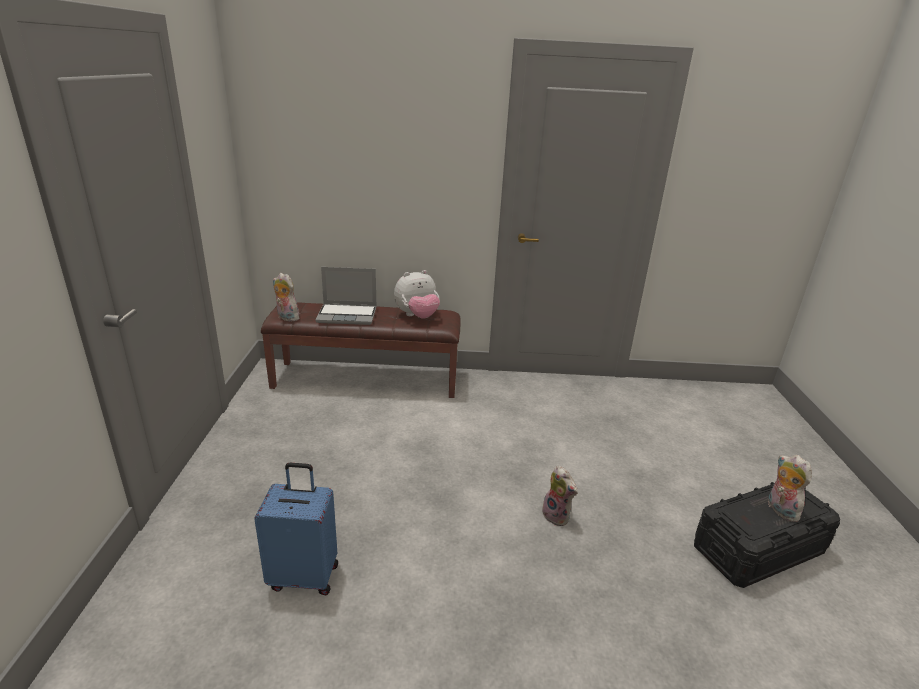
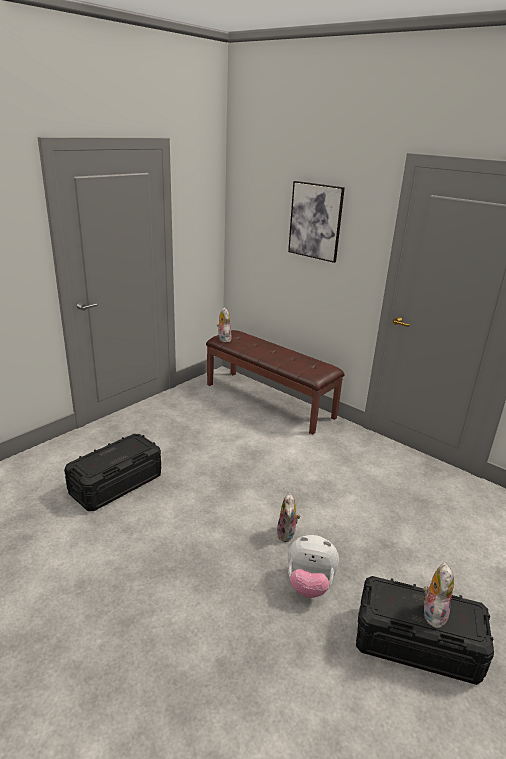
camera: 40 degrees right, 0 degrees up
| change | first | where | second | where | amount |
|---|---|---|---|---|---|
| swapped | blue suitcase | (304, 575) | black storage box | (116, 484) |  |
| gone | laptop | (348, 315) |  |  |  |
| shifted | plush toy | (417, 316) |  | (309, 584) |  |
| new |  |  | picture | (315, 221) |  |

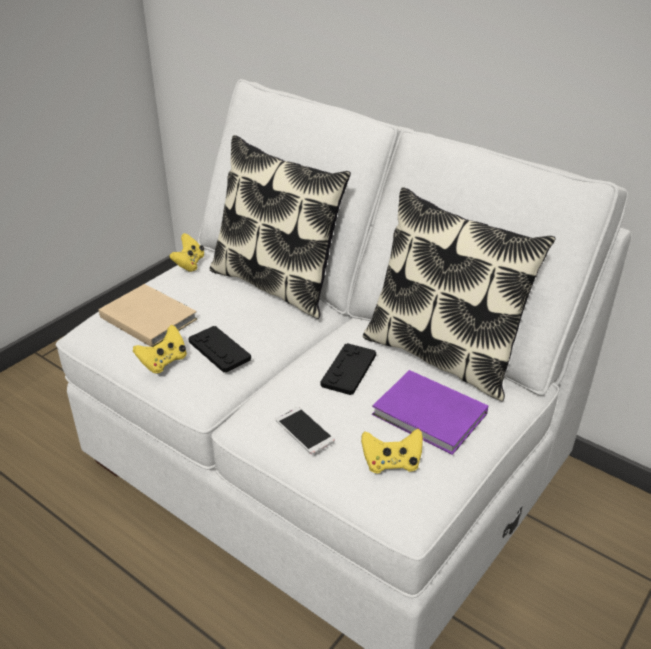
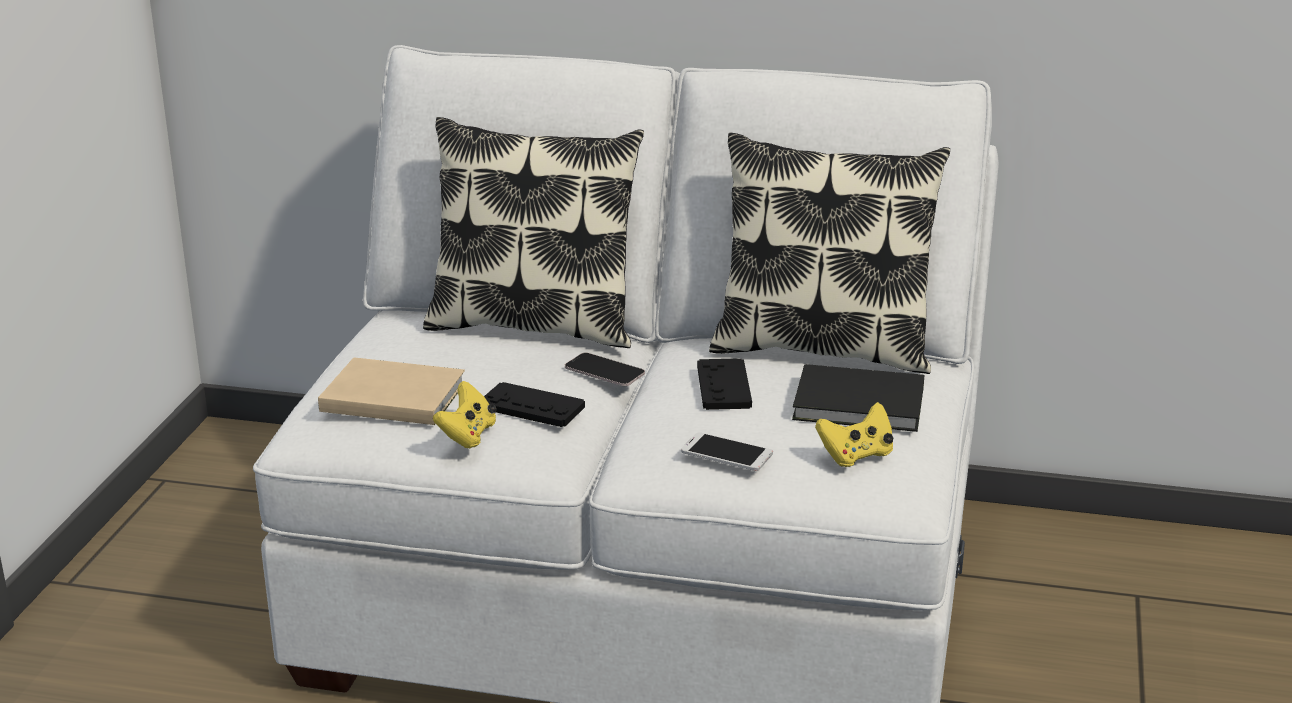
camera: 25 degrees left, 10 degrees down
| change | first | where | second | where | amount |
|---|---|---|---|---|---|
| gone | yellow game controller | (189, 264) |  |  |  |
| repainted | purple book | (431, 416) | black book | (862, 405) |  |
| new |  |  | phone | (604, 371) |  |

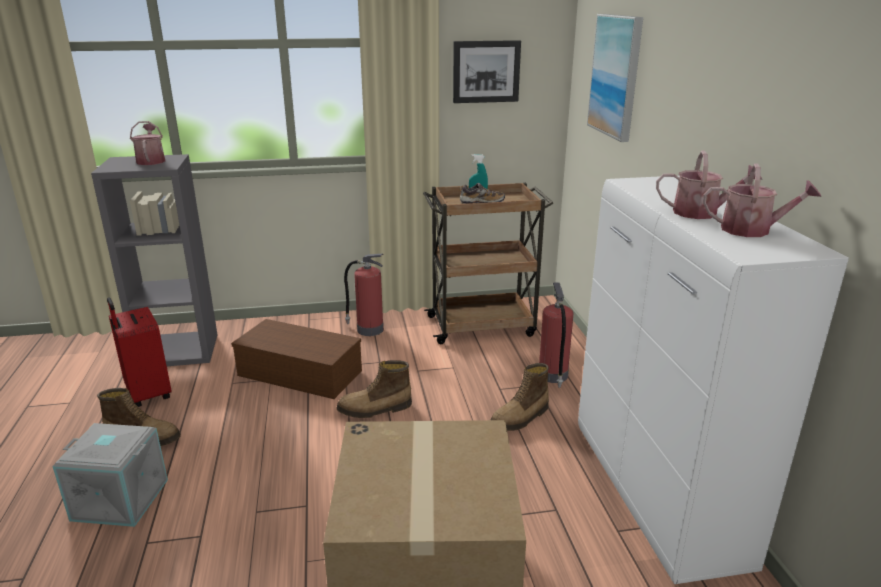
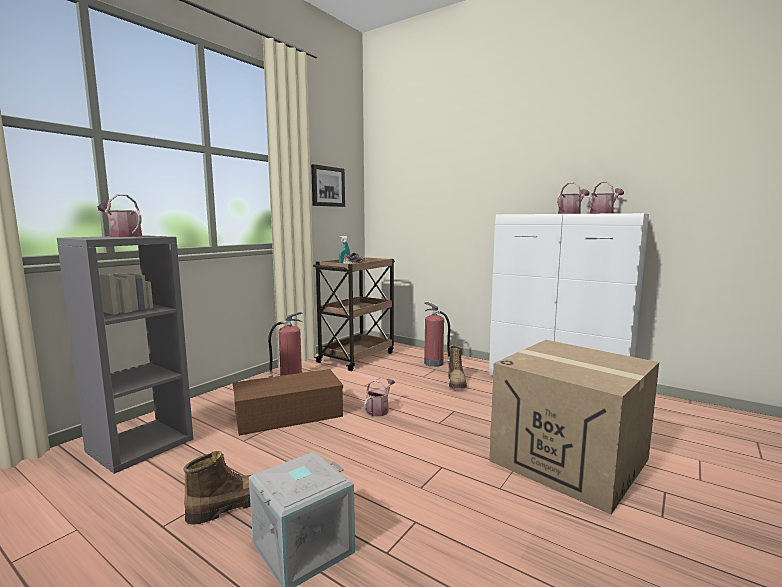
camera: 45 degrees left, 15 degrees down
| change | first | where | second | where | amount |
|---|---|---|---|---|---|
| gone | red suitcase | (147, 394) |  |  |  |
| swapped | boot | (375, 409) | watering can | (379, 410) |  |
| gone | picture | (616, 76) |  |  |  |

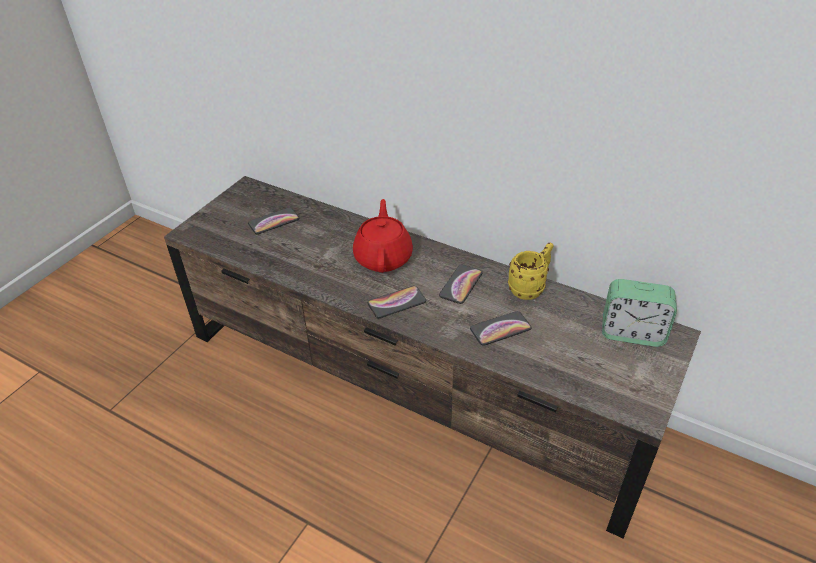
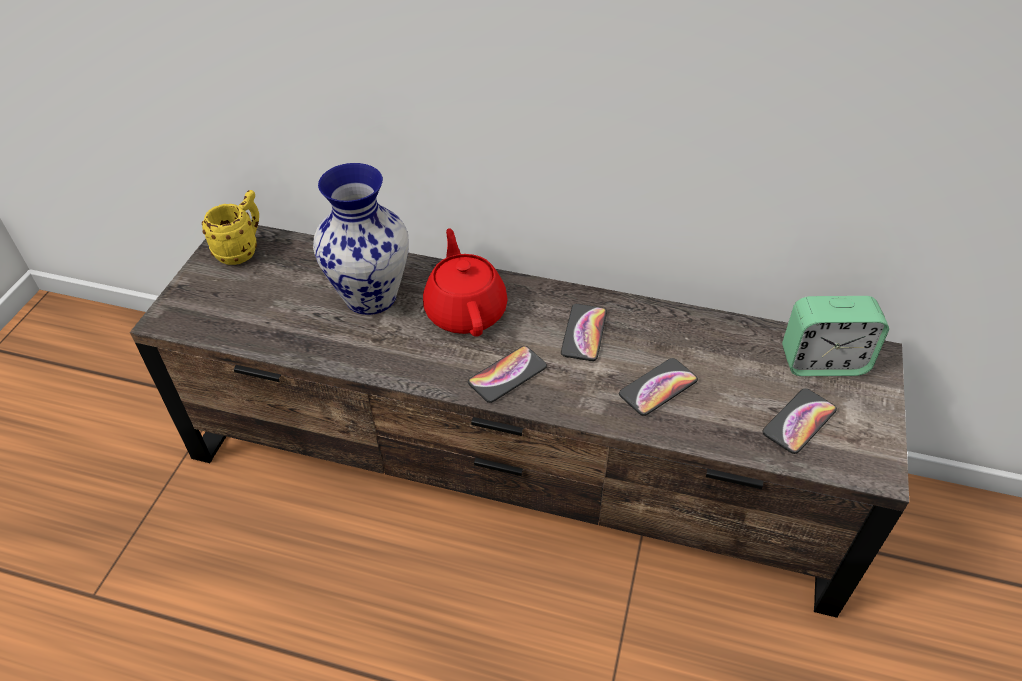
camera: 15 degrees left, 5 degrees up
| change | first | where | second | where | amount |
|---|---|---|---|---|---|
| shifted | phone | (274, 221) |  | (799, 421) |  |
| shifted | yellow mug | (530, 288) |  | (242, 250) |  |
| new |  |  | vase | (371, 297) |  |

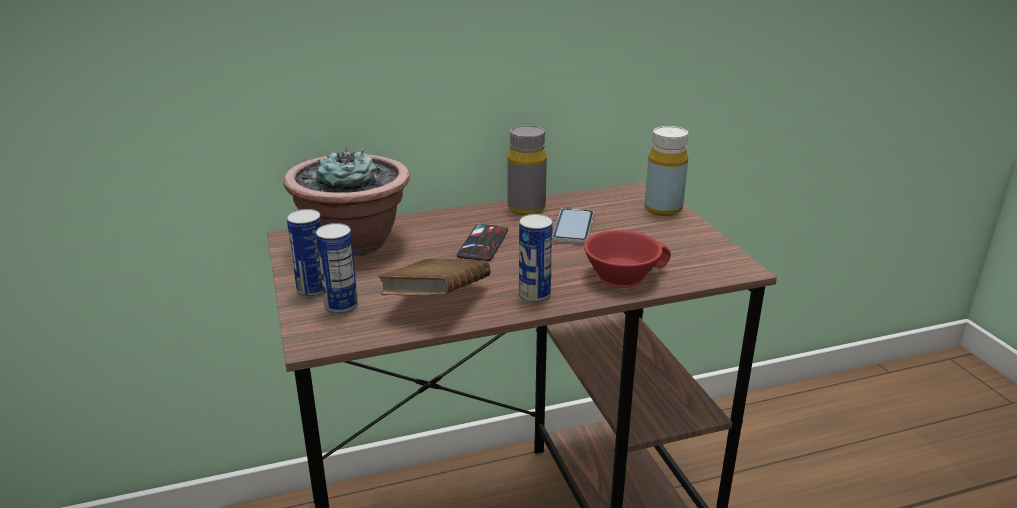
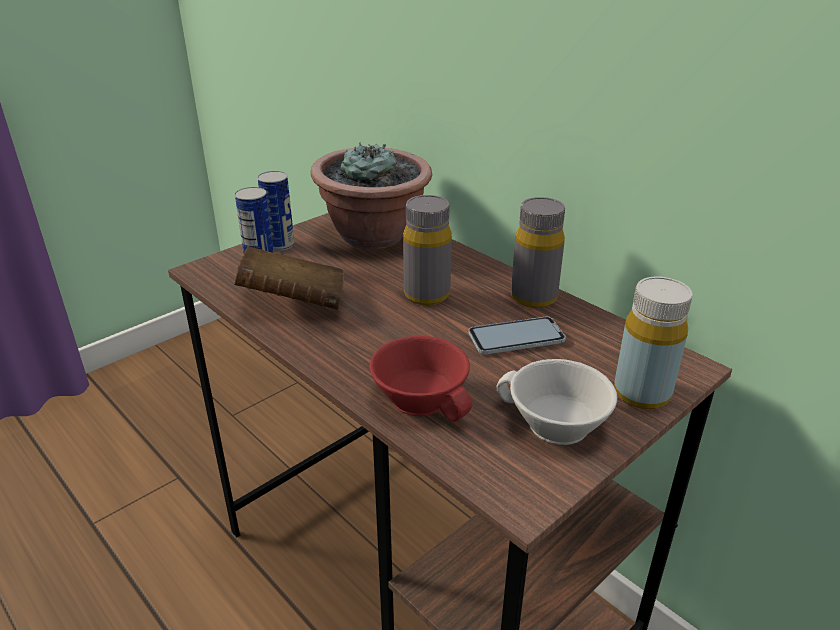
camera: 65 degrees right, 5 degrees up
| change | first | where | second | where | amount |
|---|---|---|---|---|---|
| swapped | phone | (483, 243) | grey bottle | (427, 294) |  |
| gone | can | (534, 296) |  |  |  |
| new |  |  | white cup | (553, 425) |  |

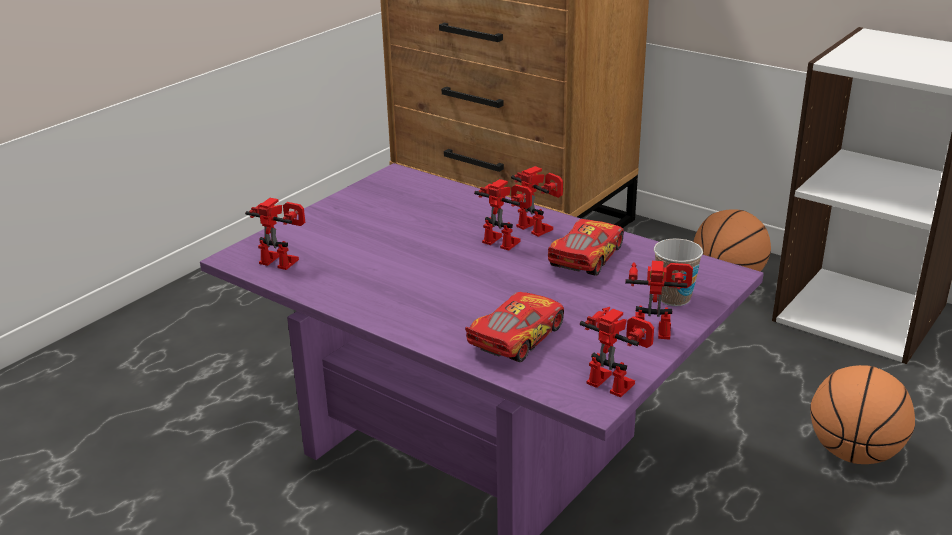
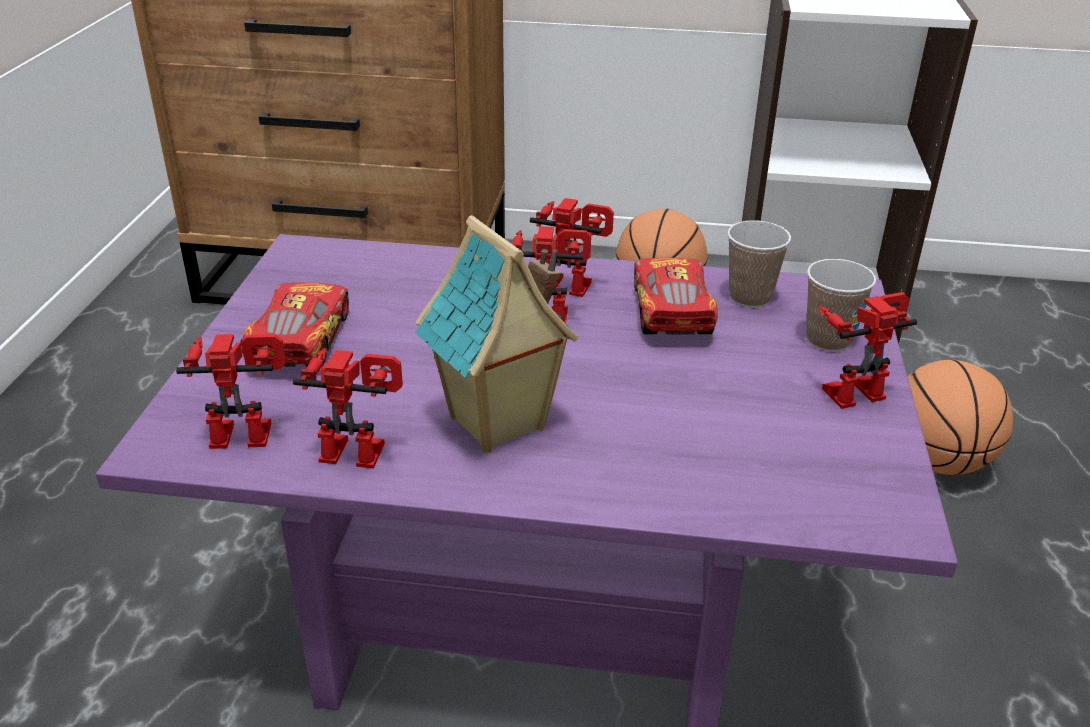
camera: 30 degrees left, 5 degrees up
| change | first | where | second | where | amount |
|---|---|---|---|---|---|
| shifted | toy car | (517, 338) |  | (300, 340) |  |
| shifted | toy robot | (616, 382) |  | (359, 448) |  |
| new |  |  | toy house | (498, 425) |  |
| new |  |  | cup | (750, 297) |  |

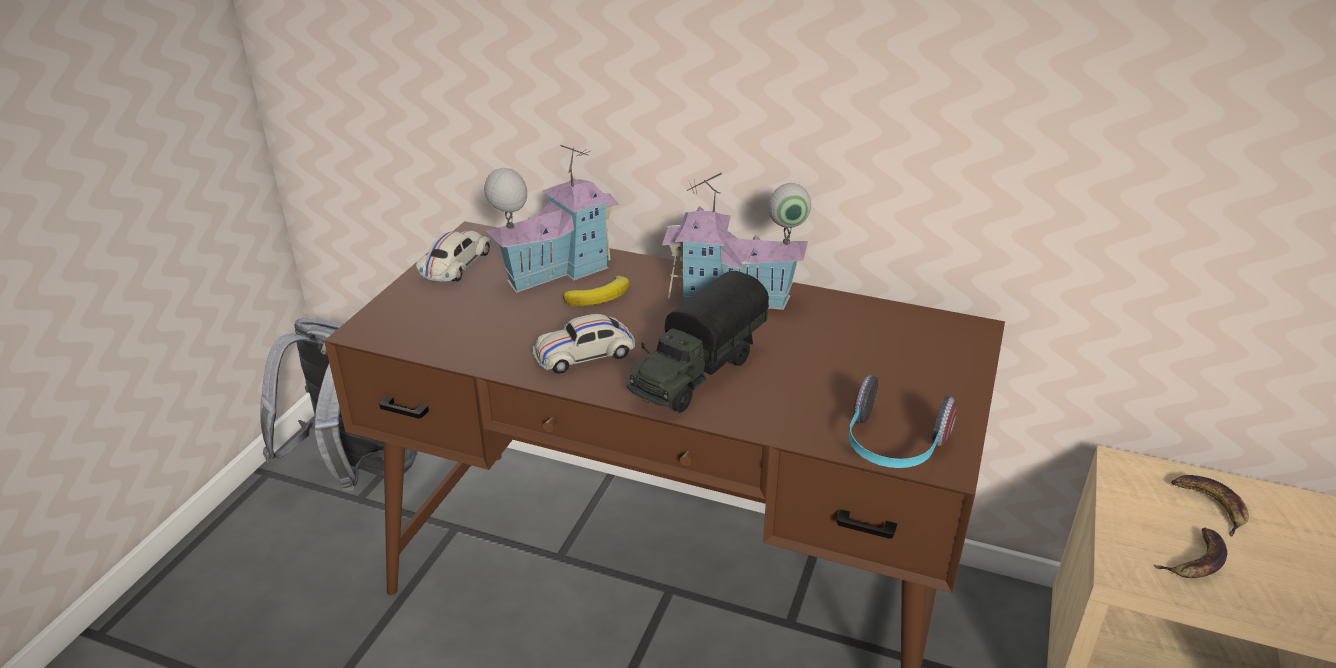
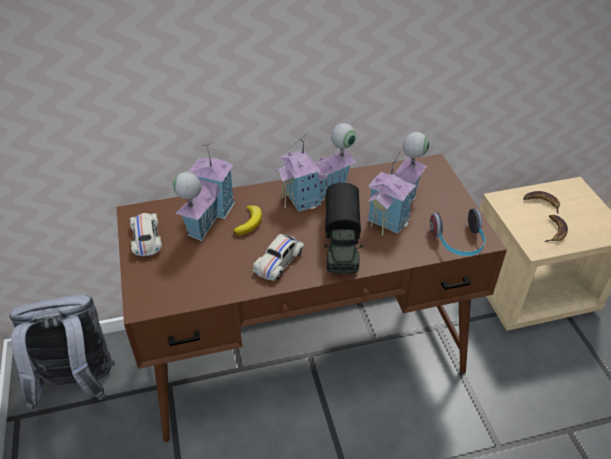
camera: 35 degrees left, 10 degrees up
| change | first | where | second | where | amount |
|---|---|---|---|---|---|
| new |  |  | toy house | (396, 211) |  |

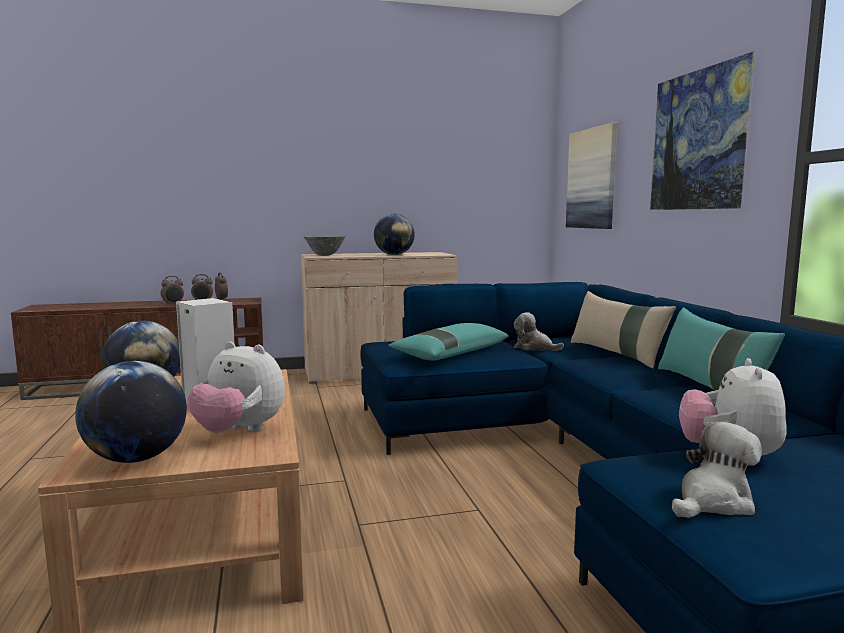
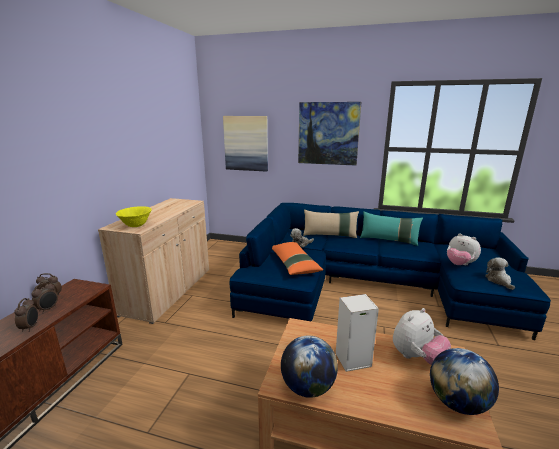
camera: 60 degrees left, 10 degrees up
| change | first | where | second | where | amount |
|---|---|---|---|---|---|
| repainted | grey bowl | (325, 255) | yellow bowl | (136, 226) |  |
| gone | globe | (394, 255) |  |  |  |
| repainted | turquoise pillow | (450, 353) | orange pillow | (293, 264) |  |

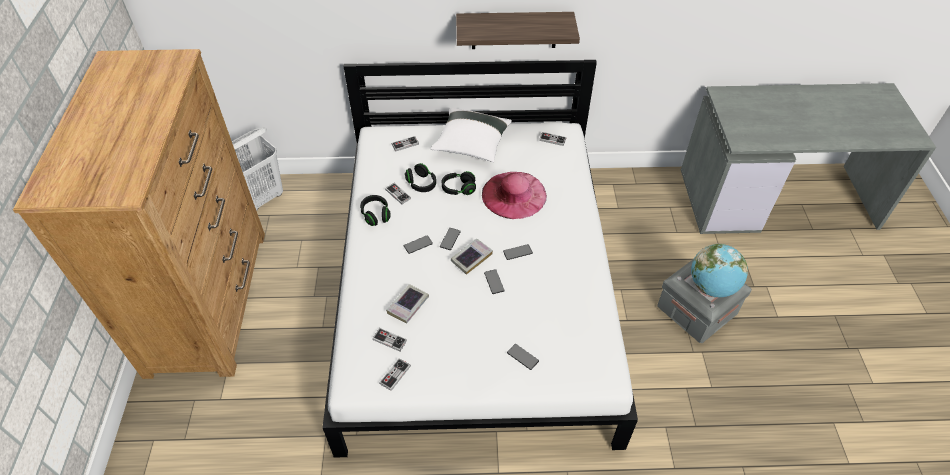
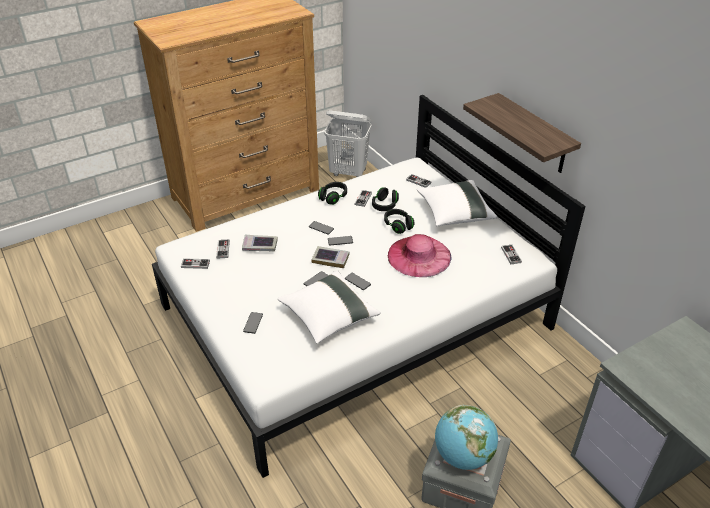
camera: 60 degrees right, 10 degrees down
| change | first | where | second | where | amount |
|---|---|---|---|---|---|
| new |  |  | white pillow | (328, 317) |  |

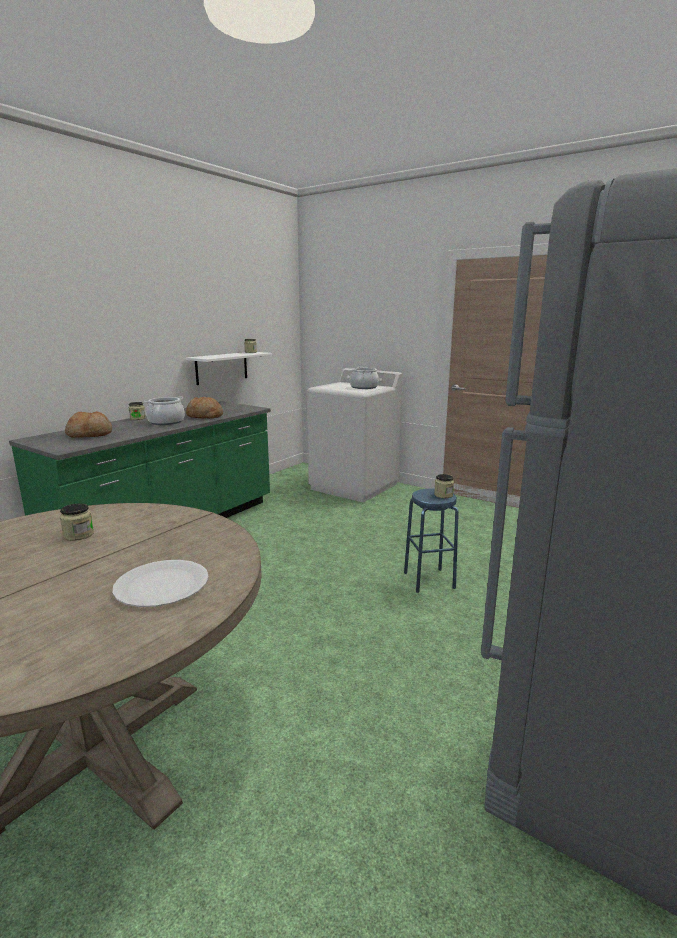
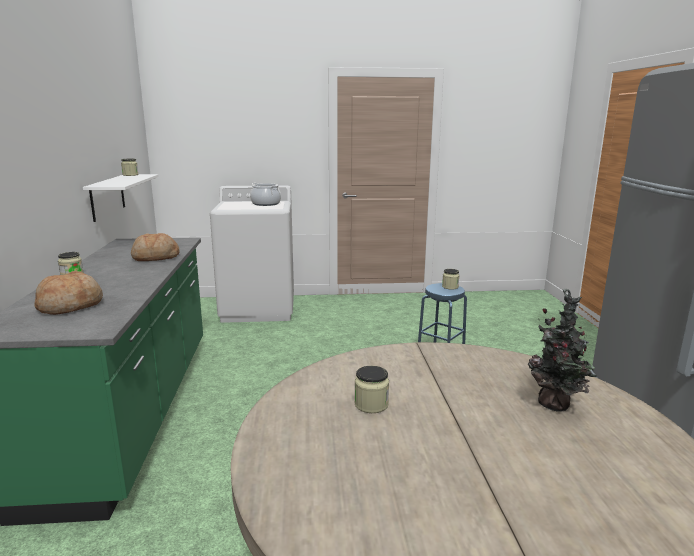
camera: 40 degrees left, 0 degrees up
| change | first | where | second | where | amount |
|---|---|---|---|---|---|
| swapped | white plate | (162, 585) | potted plant | (556, 406) |  |
| gone | cooking pot | (166, 422) |  |  |  |

